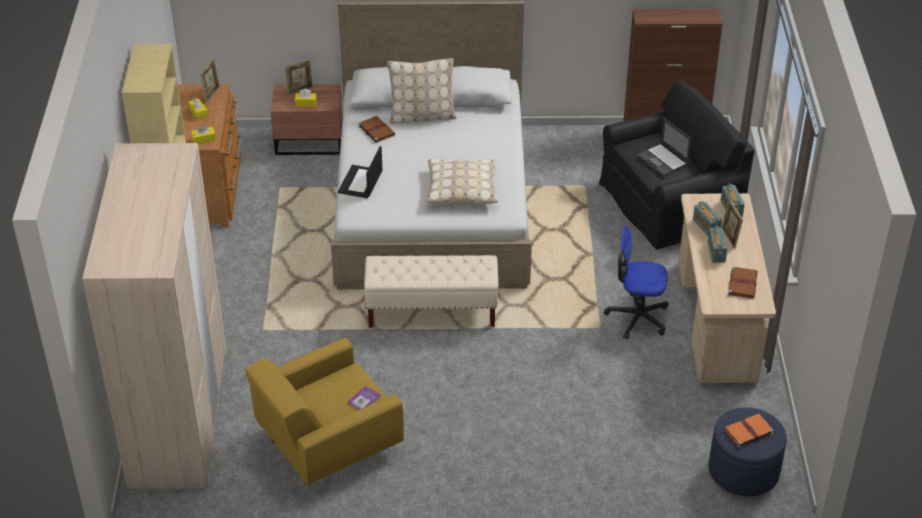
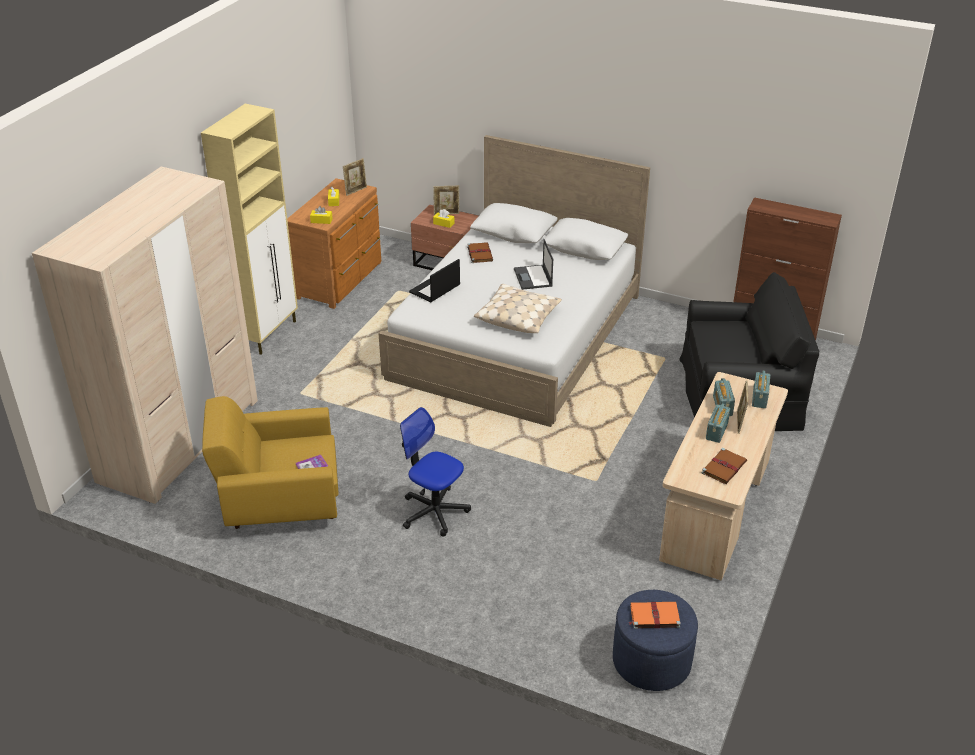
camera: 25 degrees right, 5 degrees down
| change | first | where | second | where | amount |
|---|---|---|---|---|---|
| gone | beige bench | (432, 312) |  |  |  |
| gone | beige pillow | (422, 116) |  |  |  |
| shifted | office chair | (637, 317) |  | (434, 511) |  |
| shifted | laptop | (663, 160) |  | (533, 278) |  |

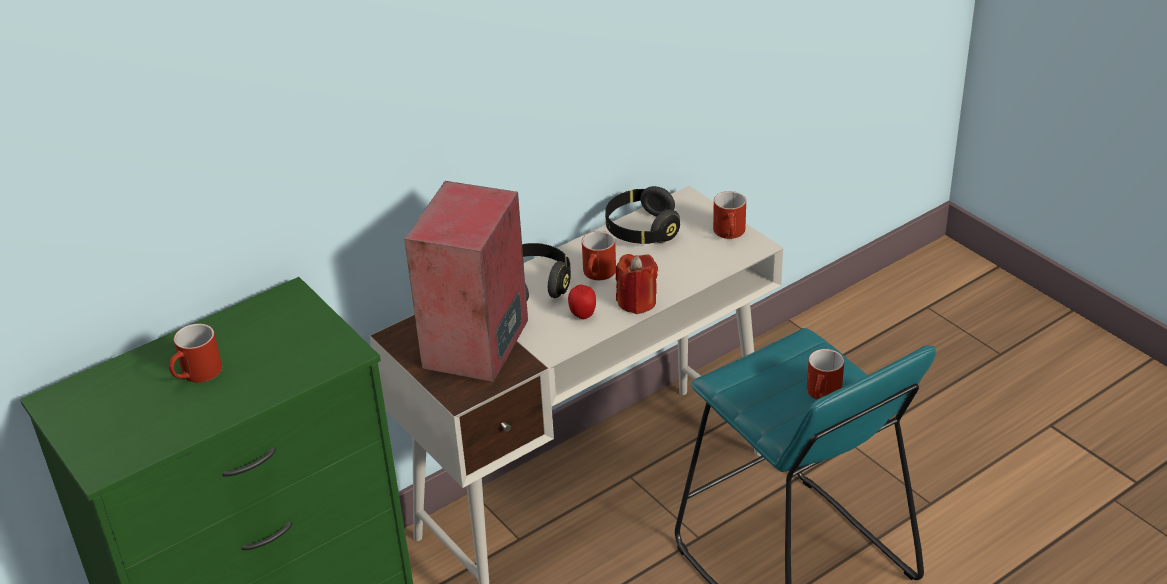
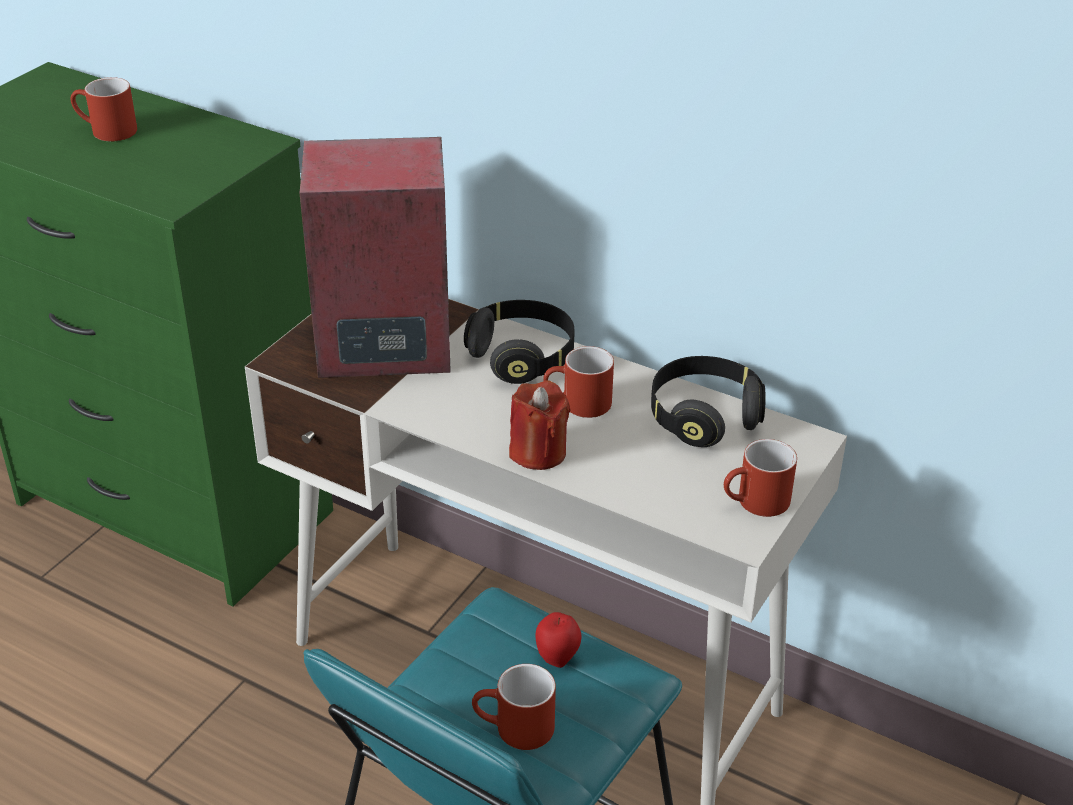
camera: 65 degrees right, 0 degrees up
| change | first | where | second | where | amount |
|---|---|---|---|---|---|
| shifted | apple | (582, 315) |  | (557, 658) |  |

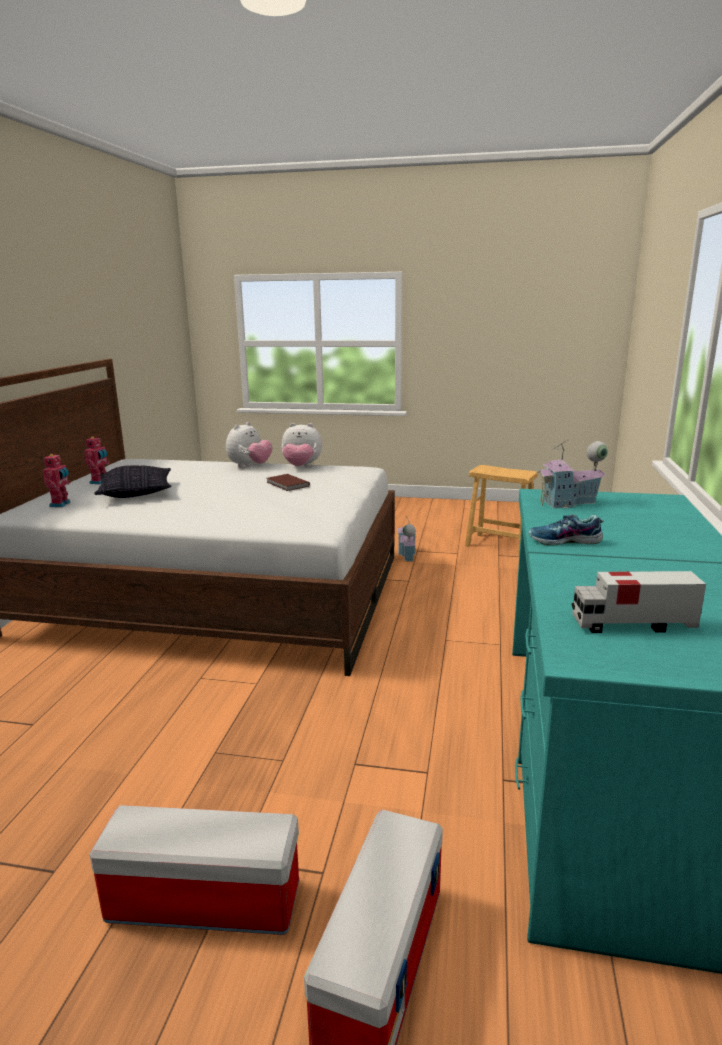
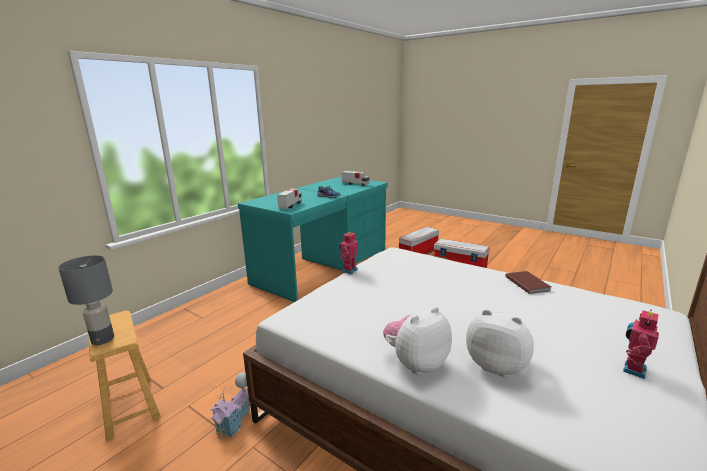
camera: 155 degrees left, 0 degrees up
| change | first | where | second | where | amount |
|---|---|---|---|---|---|
| shifted | toy robot | (61, 504) |  | (349, 270) |  |
| gone | pillow | (136, 493) |  |  |  |
| shifted | brown book | (287, 484) |  | (527, 283) |  |
| shifted | plush toy | (301, 467) |  | (497, 365) |  |
| swapped | toy house | (569, 503) | toy truck | (290, 205) |  |
| new |  |  | grey table lamp | (103, 340) |  |

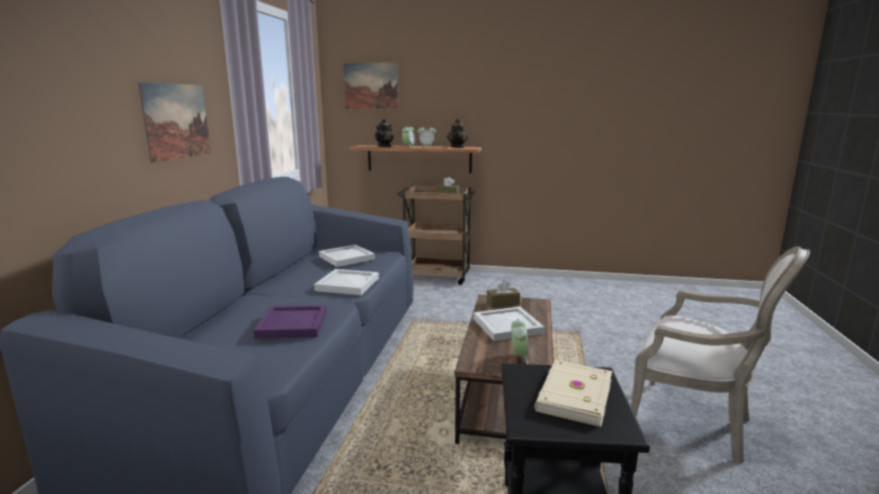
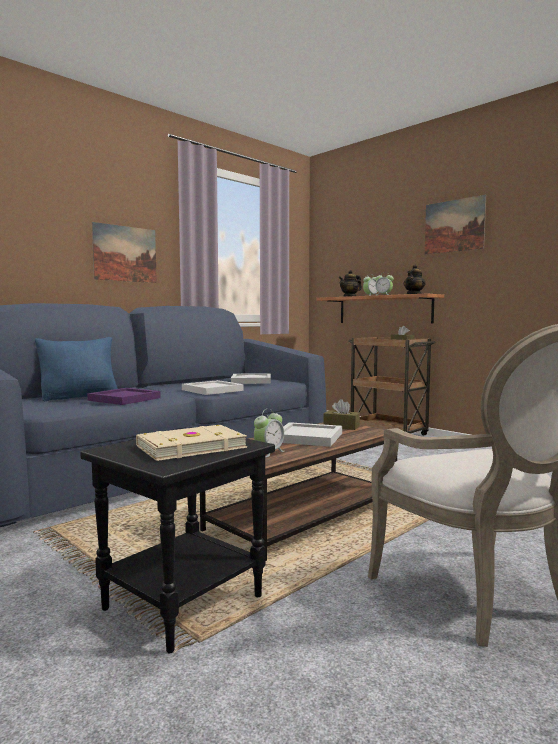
camera: 35 degrees right, 10 degrees down
| change | first | where | second | where | amount |
|---|---|---|---|---|---|
| shifted | picture | (371, 86) |  | (454, 226) |  |
| new |  |  | blue pillow | (80, 397) |  |

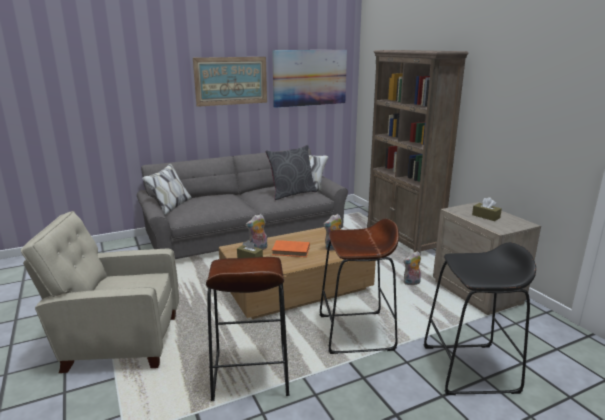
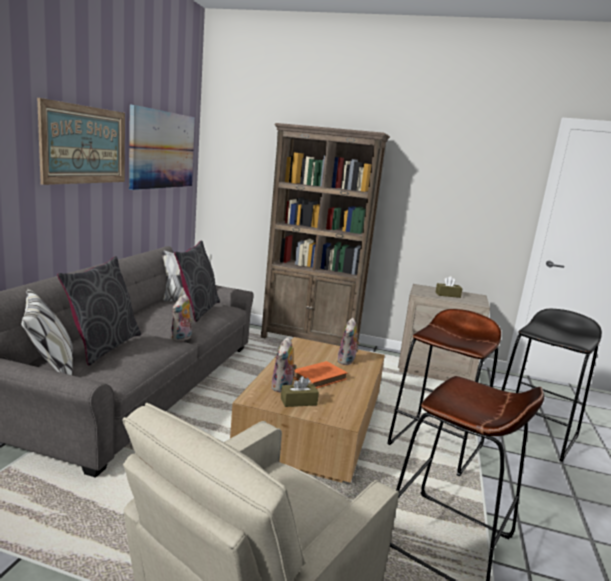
camera: 50 degrees left, 5 degrees down
| change | first | where | second | where | amount |
|---|---|---|---|---|---|
| shifted | plush toy | (411, 283) |  | (181, 339) |  |
| new |  |  | grey pillow | (103, 346) |  |

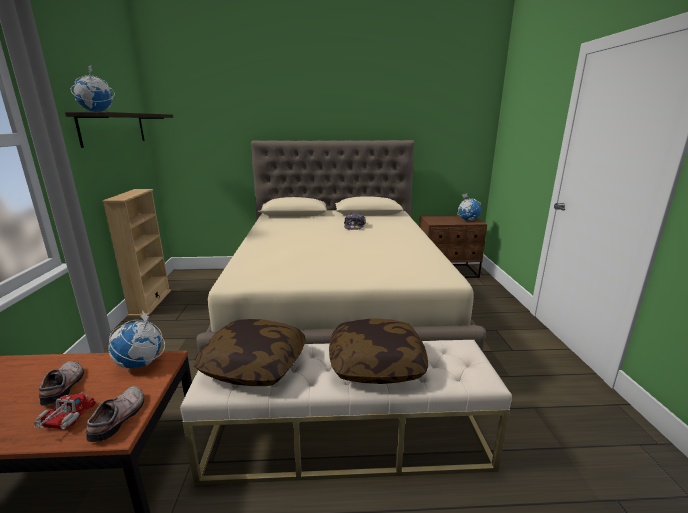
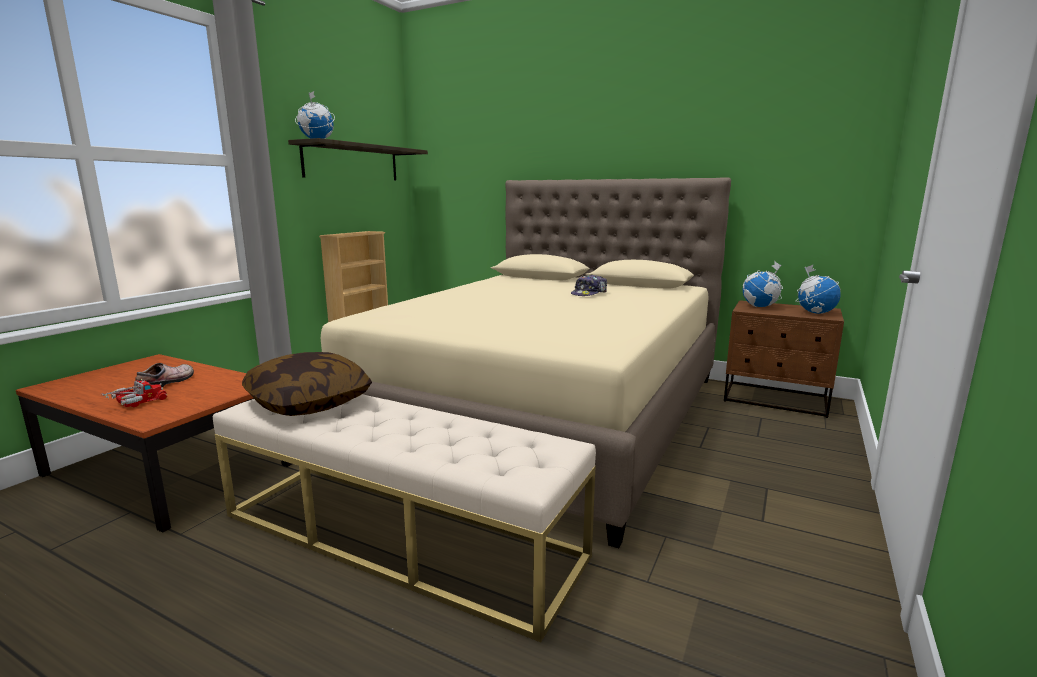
camera: 30 degrees right, 5 degrees down
| change | first | where | second | where | amount |
|---|---|---|---|---|---|
| gone | shoe | (120, 417) |  |  |  |
| shifted | globe | (141, 364) |  | (760, 306) |  |
| gone | pillow | (376, 364) |  |  |  |

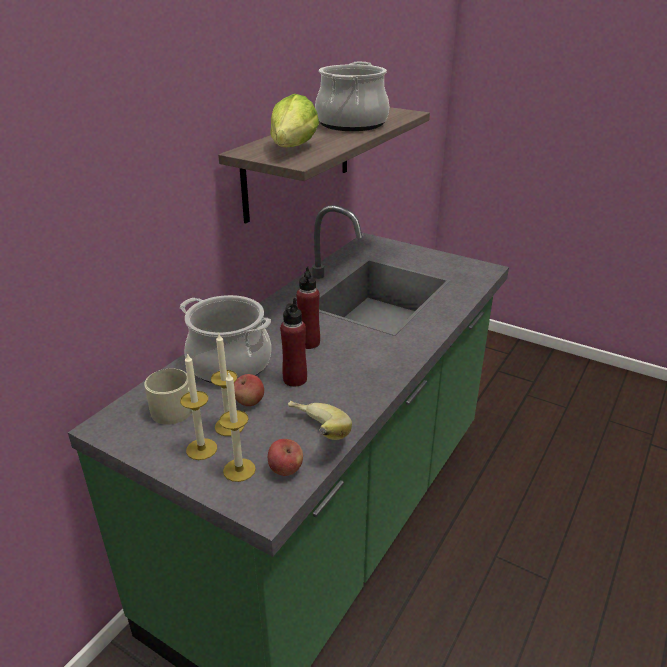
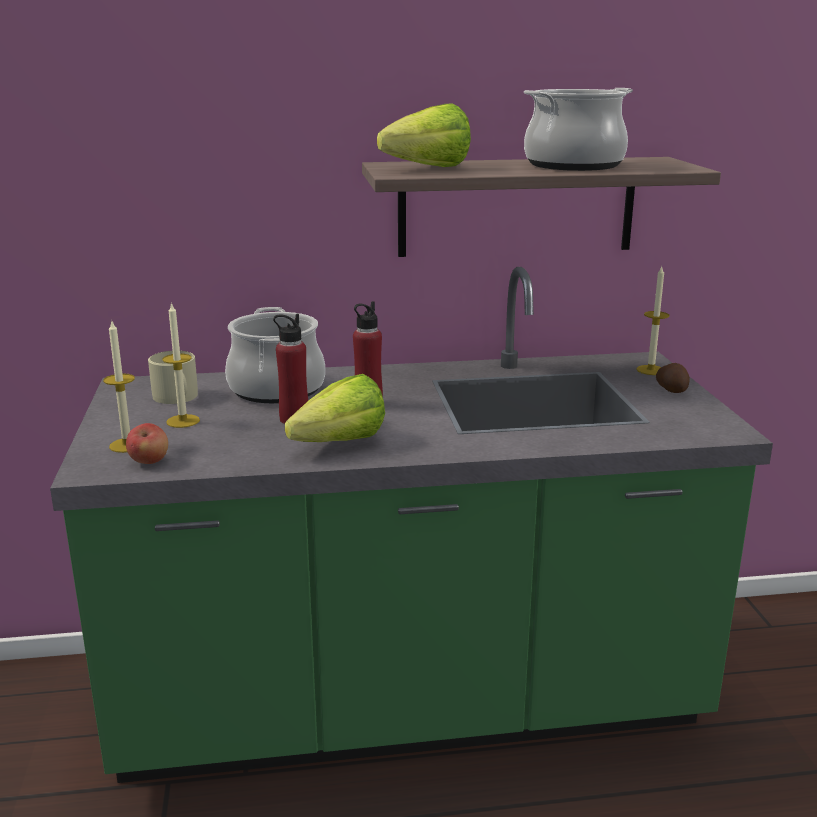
camera: 50 degrees right, 10 degrees down
| change | first | where | second | where | amount |
|---|---|---|---|---|---|
| shifted | candle | (201, 449) |  | (650, 370) |  |
| gone | apple | (249, 402) |  |  |  |
| gone | banana | (315, 436) |  |  |  |
| new |  |  | lettuce | (331, 445) |  |
| new |  |  | potato | (672, 389) |  |

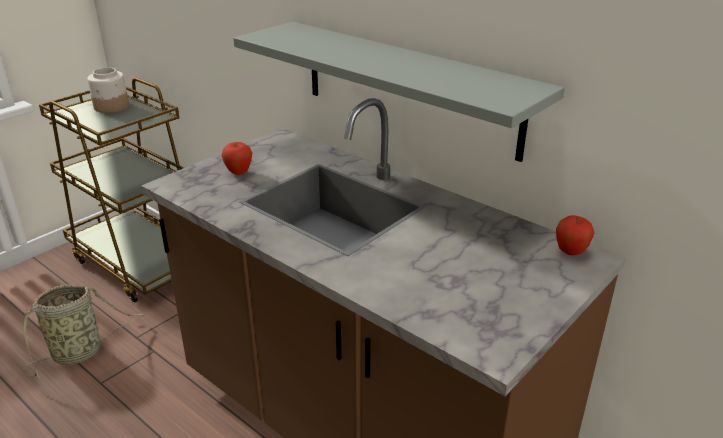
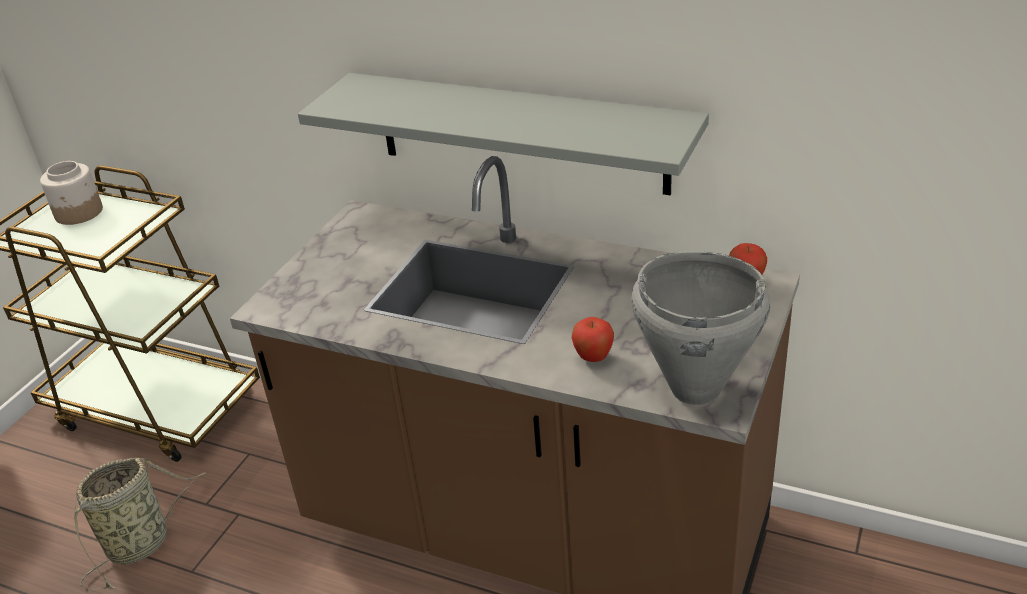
camera: 15 degrees left, 5 degrees up
| change | first | where | second | where | amount |
|---|---|---|---|---|---|
| shifted | apple | (239, 173) |  | (593, 358) |  |
| new |  |  | grey cooking pot | (694, 388) |  |

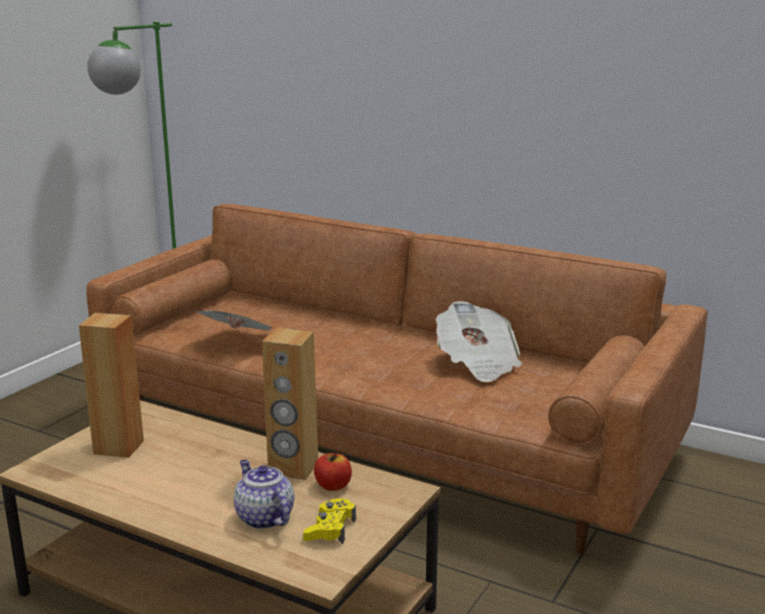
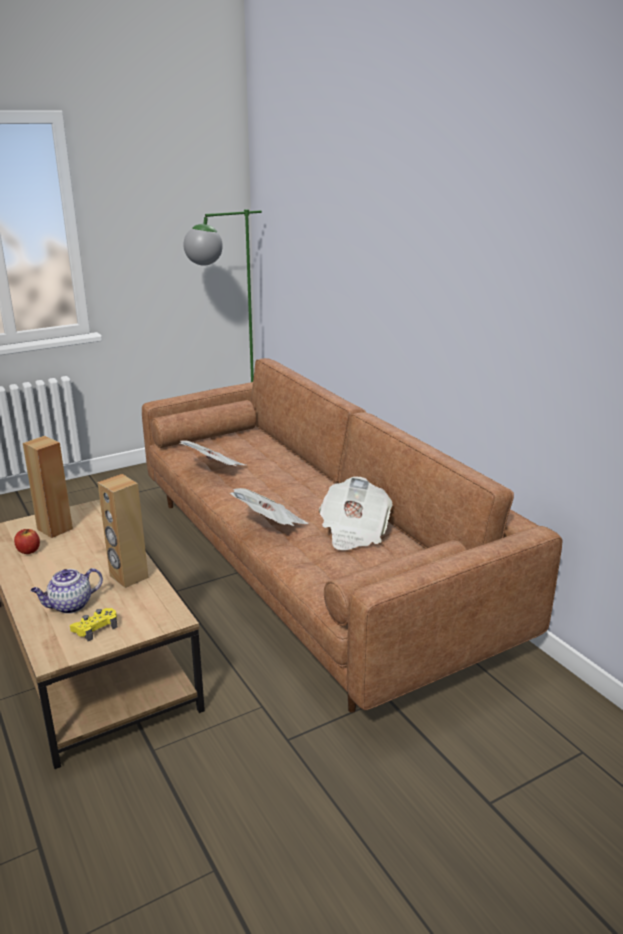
camera: 30 degrees right, 5 degrees up
| change | first | where | second | where | amount |
|---|---|---|---|---|---|
| rotated | teapot | (263, 517) |  | (70, 606) | 120 degrees counterclockwise |
| shifted | apple | (333, 486) |  | (28, 550) |  |
| new |  |  | newspaper | (270, 525) |  |

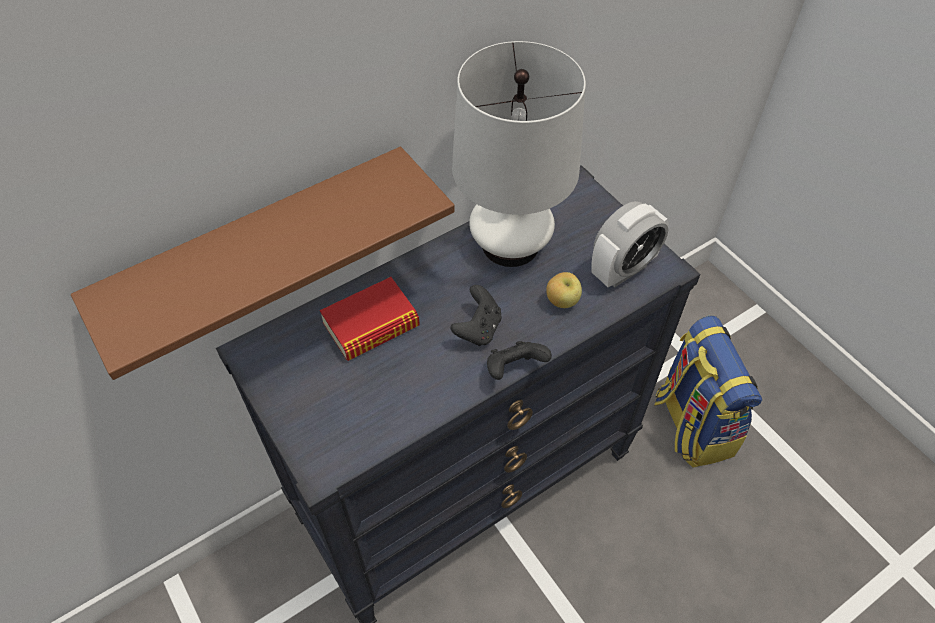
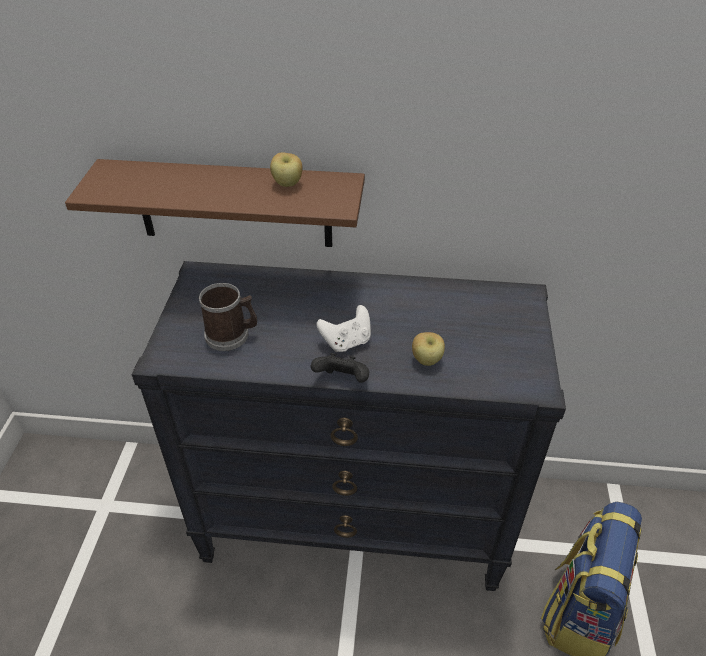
camera: 40 degrees right, 10 degrees down
| change | first | where | second | where | amount |
|---|---|---|---|---|---|
| gone | book | (371, 325) |  |  |  |
| repainted | black game controller | (478, 329) | white game controller | (346, 342) |  |
| gone | white table lamp | (510, 244) |  |  |  |
| gone | alarm clock | (622, 270) |  |  |  |
| new |  |  | mug | (232, 335) |  |
| new |  |  | apple | (287, 184) |  |

